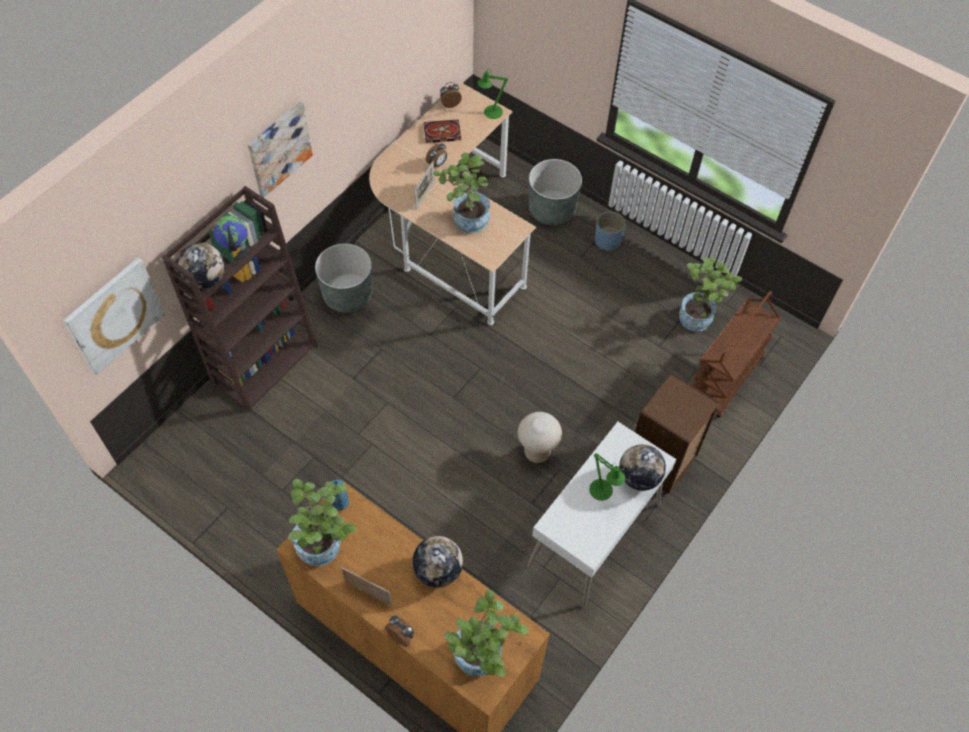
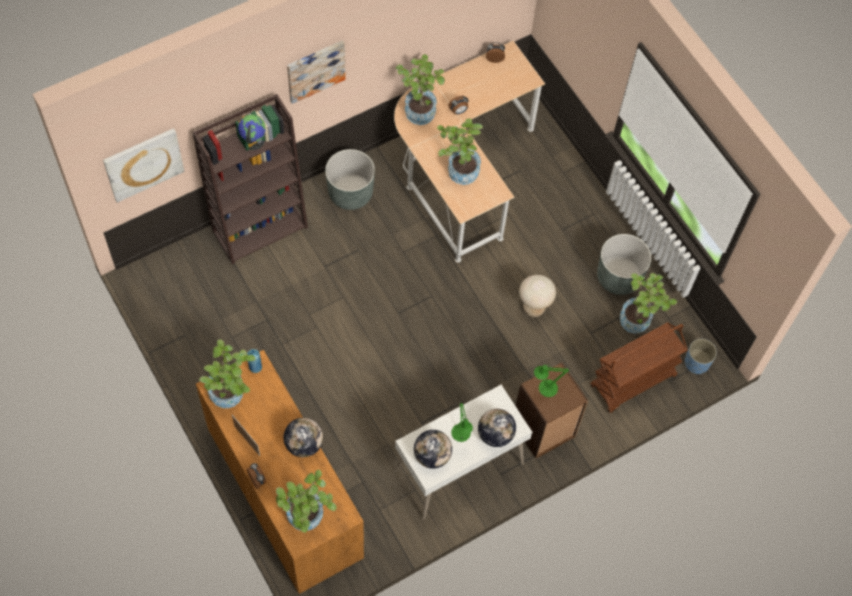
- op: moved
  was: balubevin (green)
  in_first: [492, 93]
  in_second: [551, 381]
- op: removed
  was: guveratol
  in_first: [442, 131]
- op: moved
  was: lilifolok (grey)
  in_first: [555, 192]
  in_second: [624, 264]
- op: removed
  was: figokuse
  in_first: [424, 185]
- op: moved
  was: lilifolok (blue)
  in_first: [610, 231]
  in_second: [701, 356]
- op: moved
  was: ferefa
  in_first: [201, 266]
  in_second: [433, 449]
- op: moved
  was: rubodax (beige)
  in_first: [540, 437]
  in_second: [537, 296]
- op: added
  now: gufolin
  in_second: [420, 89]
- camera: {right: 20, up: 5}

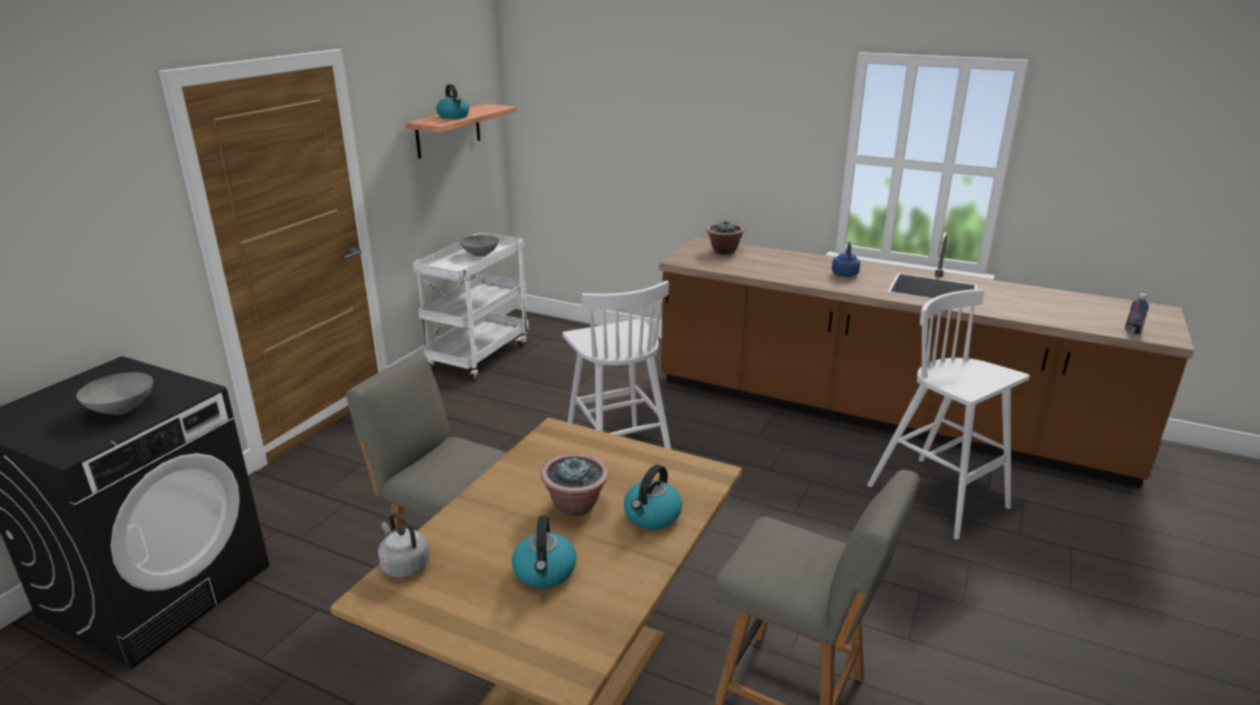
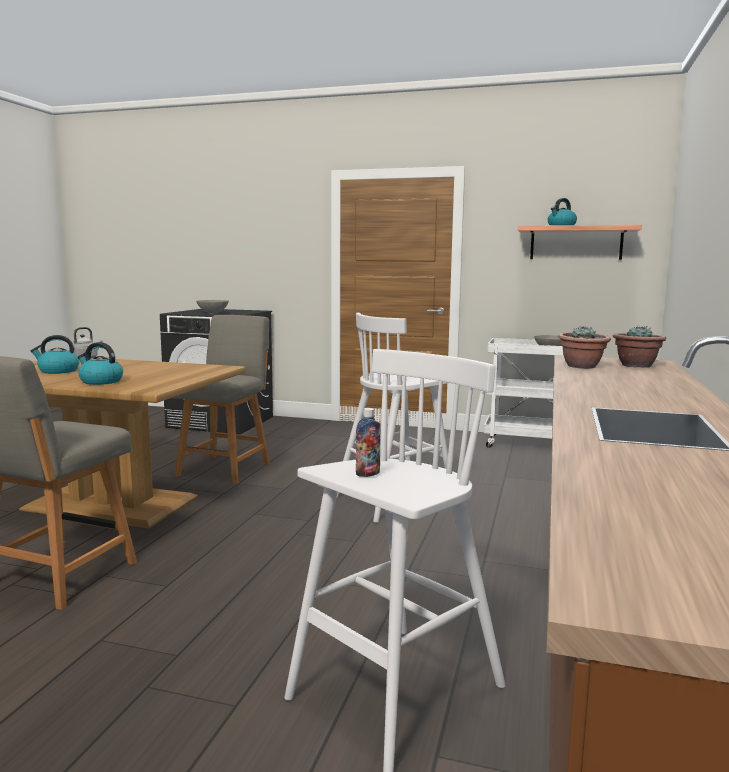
- op: removed
  was: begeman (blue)
  in_first: [846, 259]
- op: moved
  was: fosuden
  in_first: [1137, 313]
  in_second: [368, 442]
- op: moved
  was: gufolin
  in_first: [575, 485]
  in_second: [584, 347]
- camera: {right: 80, up: -15}

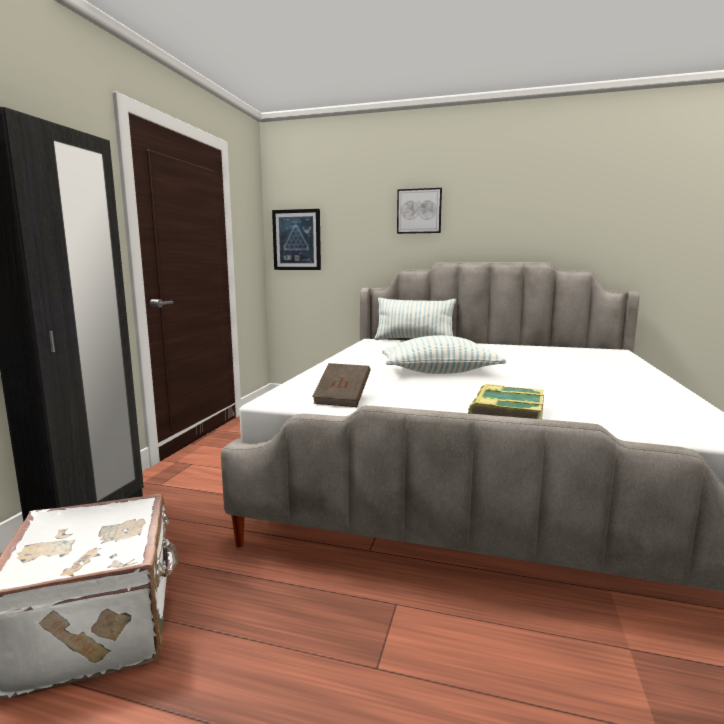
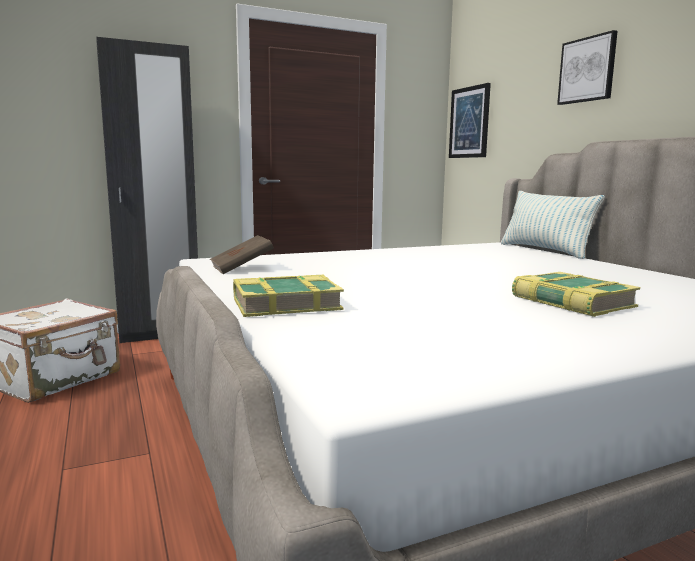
- op: removed
  was: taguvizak
  in_first: [444, 354]
- op: added
  now: guveratol
  in_second: [576, 294]
- camera: {right: 50, up: 0}

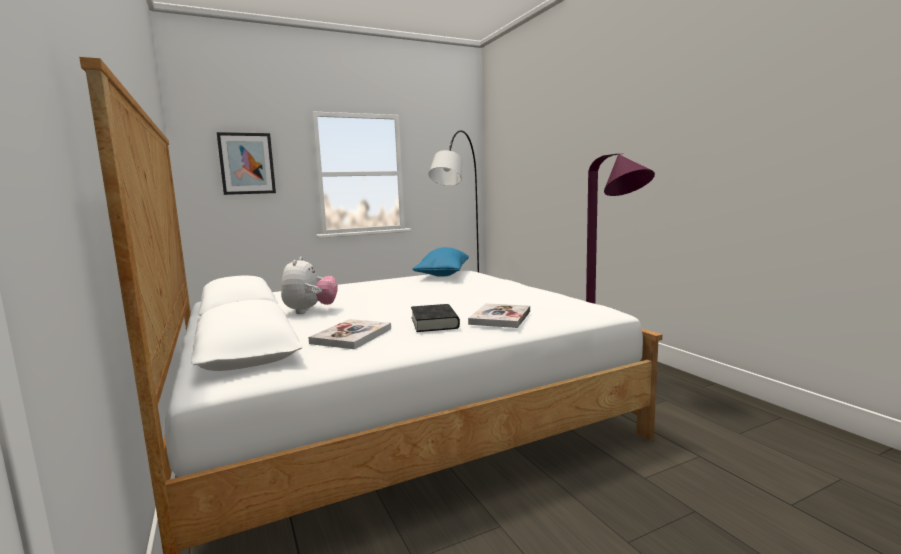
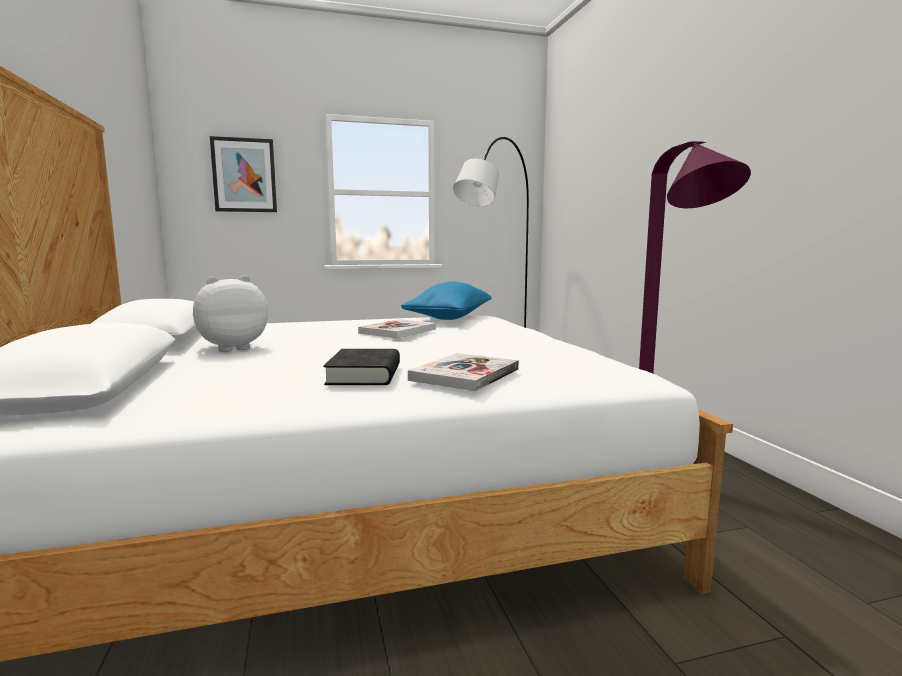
- op: turned
  was: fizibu
  in_first: [309, 285]
  in_second: [230, 313]
  clockwise: -135
- op: moved
  was: guveratol
  in_first: [349, 334]
  in_second: [397, 328]
- camera: {right: 10, up: 0}

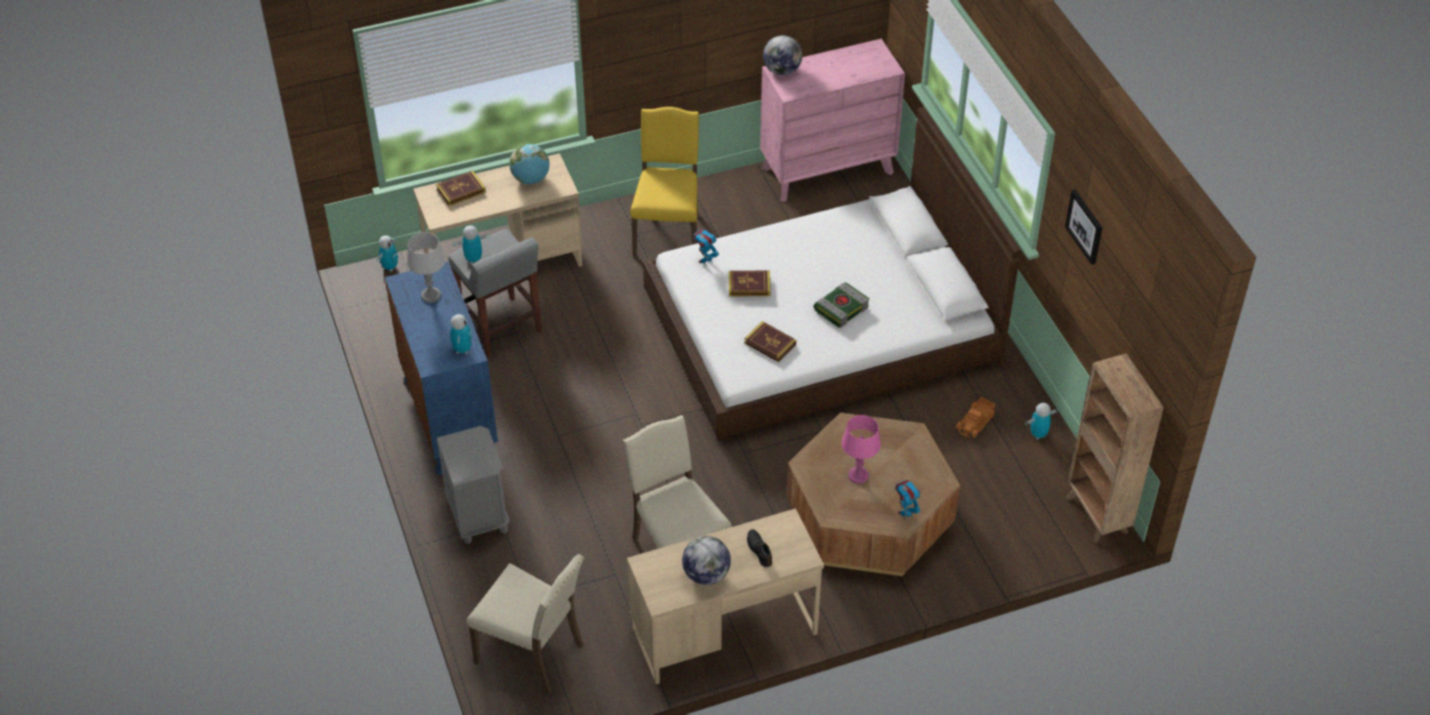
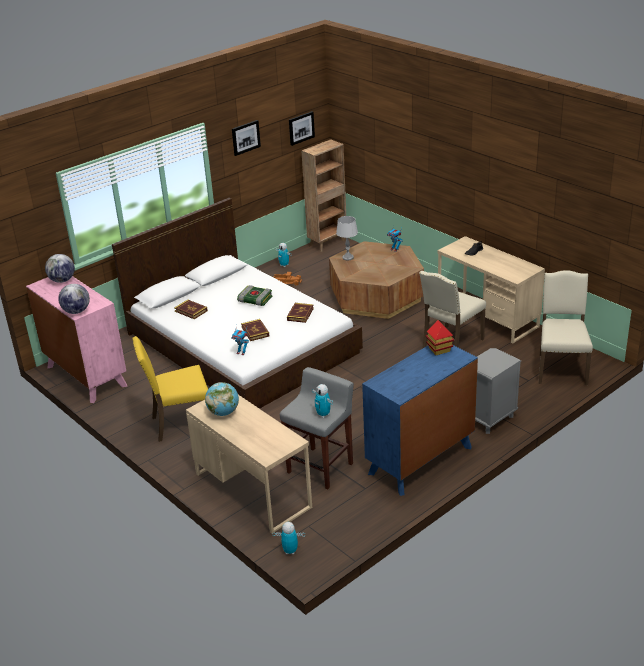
- op: moved
  was: guveratol
  in_first: [461, 188]
  in_second: [191, 309]
- op: moved
  was: balubevin (grey)
  in_first: [426, 267]
  in_second: [347, 238]
- op: replaced
  was: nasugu
  now: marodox
  in_first: [461, 334]
  in_second: [440, 337]
- op: removed
  was: balubevin (pink)
  in_first: [861, 449]
- op: moved
  was: ferefa
  in_first: [706, 560]
  in_second: [60, 268]
- op: added
  now: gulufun
  in_second: [302, 128]
- camera: {right: -110, up: -15}

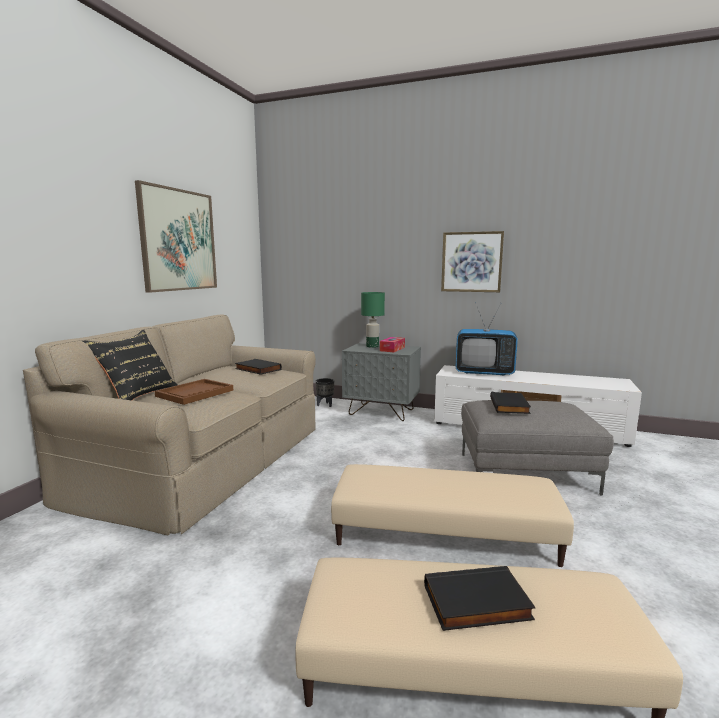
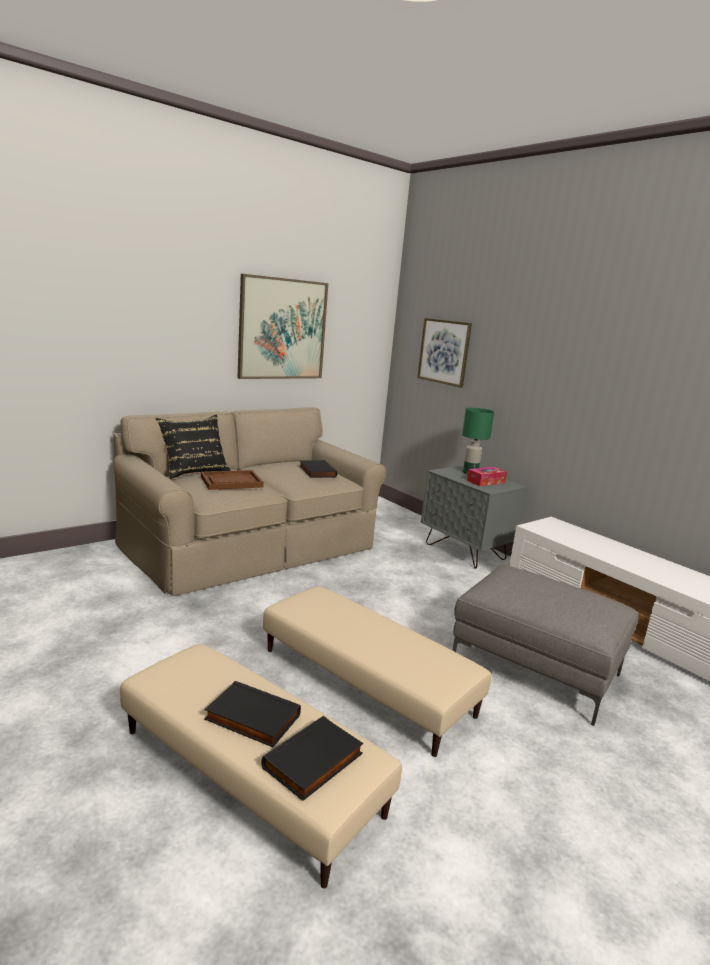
- op: moved
  was: gulufun
  in_first: [472, 261]
  in_second: [444, 353]
- op: removed
  was: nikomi
  in_first: [487, 339]
- op: removed
  was: lilifolok (black)
  in_first: [325, 392]
- op: moved
  was: guveratol (black)
  in_first: [510, 403]
  in_second: [312, 758]
- camera: {right: 30, up: 5}

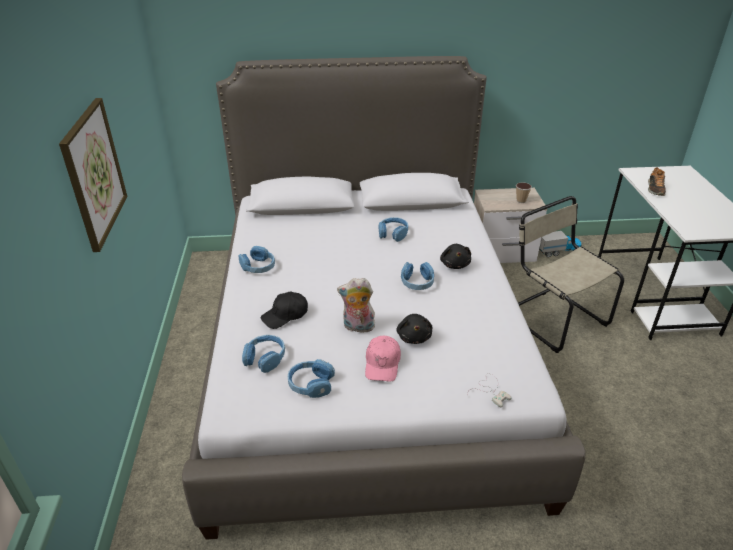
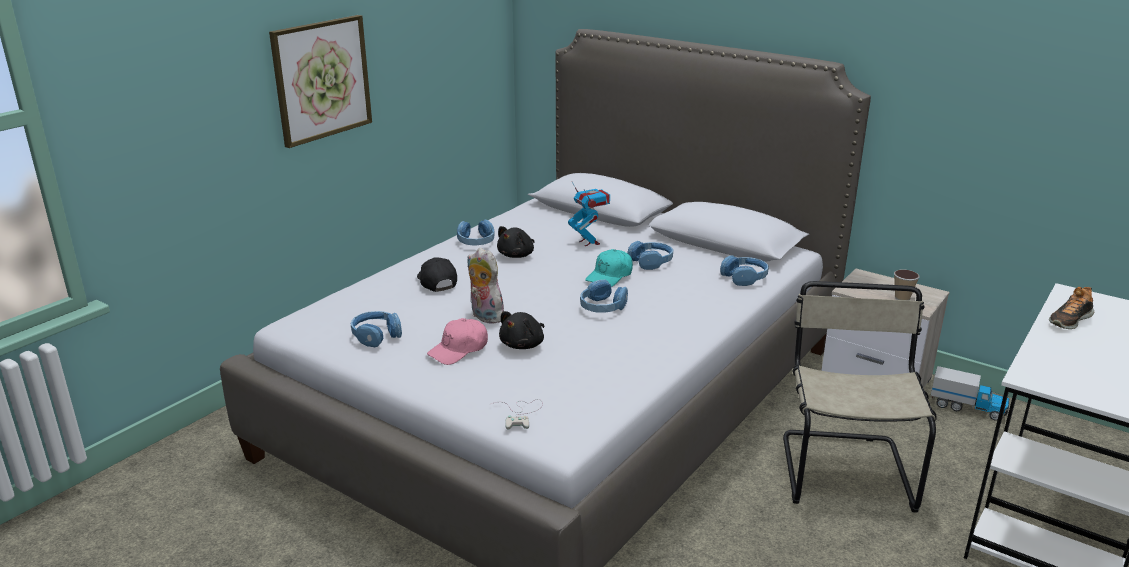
- op: moved
  was: fizibu (black)
  in_first: [455, 256]
  in_second: [516, 242]
- op: turned
  was: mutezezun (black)
  in_first: [284, 310]
  in_second: [437, 274]
  clockwise: 60
- op: moved
  was: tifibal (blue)
  in_first: [263, 354]
  in_second: [744, 270]
- op: added
  now: nasugu
  in_second: [589, 214]
- op: added
  now: mutezezun (turquoise)
  in_second: [609, 268]
- camera: {right: 40, up: -10}

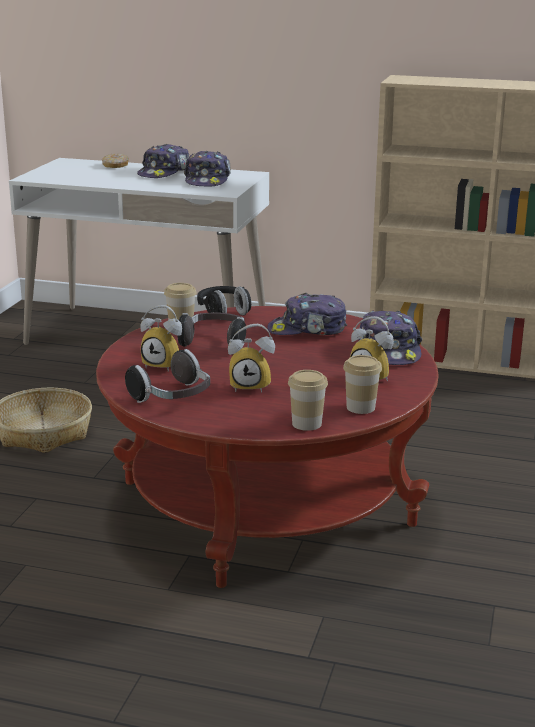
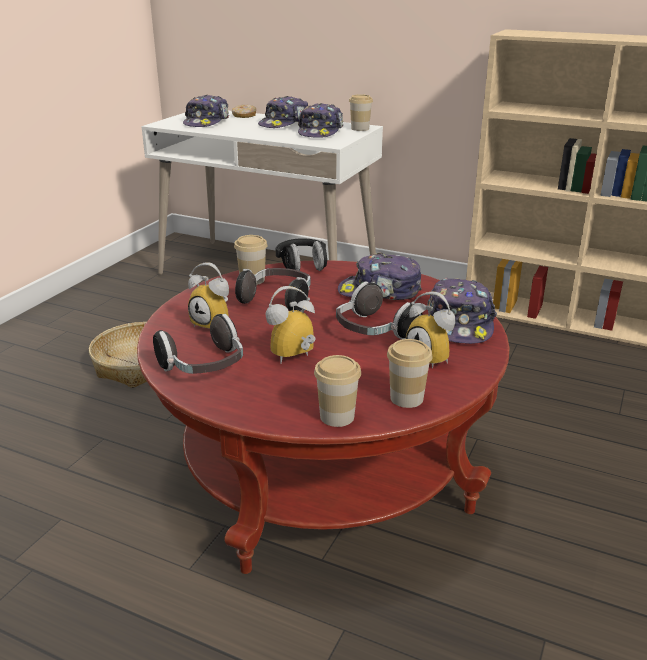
- op: turned
  was: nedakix
  in_first: [251, 358]
  in_second: [290, 325]
  clockwise: 135
- op: added
  now: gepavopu
  in_second: [361, 112]
- op: added
  now: mutezezun
  in_second: [206, 111]
- op: added
  now: tifibal
  in_second: [379, 310]
- camera: {right: 10, up: 5}

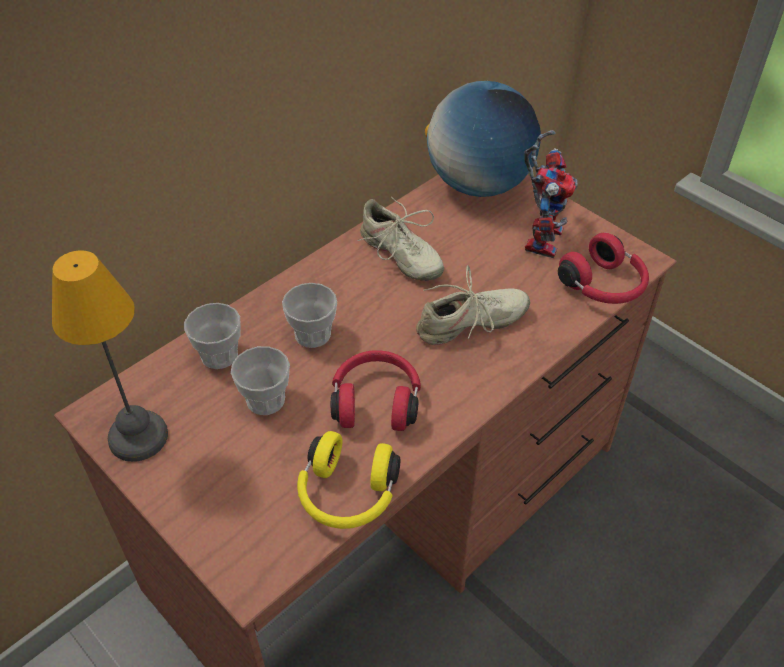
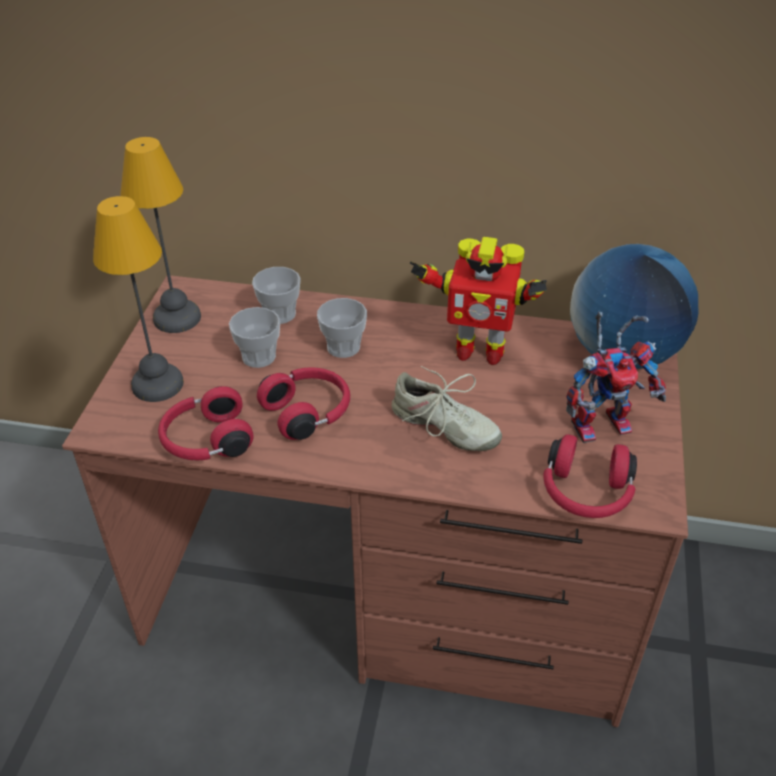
- op: replaced
  was: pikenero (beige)
  now: nasugu
  in_first: [400, 239]
  in_second: [478, 301]
- op: recoloured
  was: tifibal (yellow)
  now: tifibal (red)
  in_first: [349, 480]
  in_second: [205, 423]
- op: added
  now: balubevin
  in_second: [138, 299]
- camera: {right: 55, up: -5}

